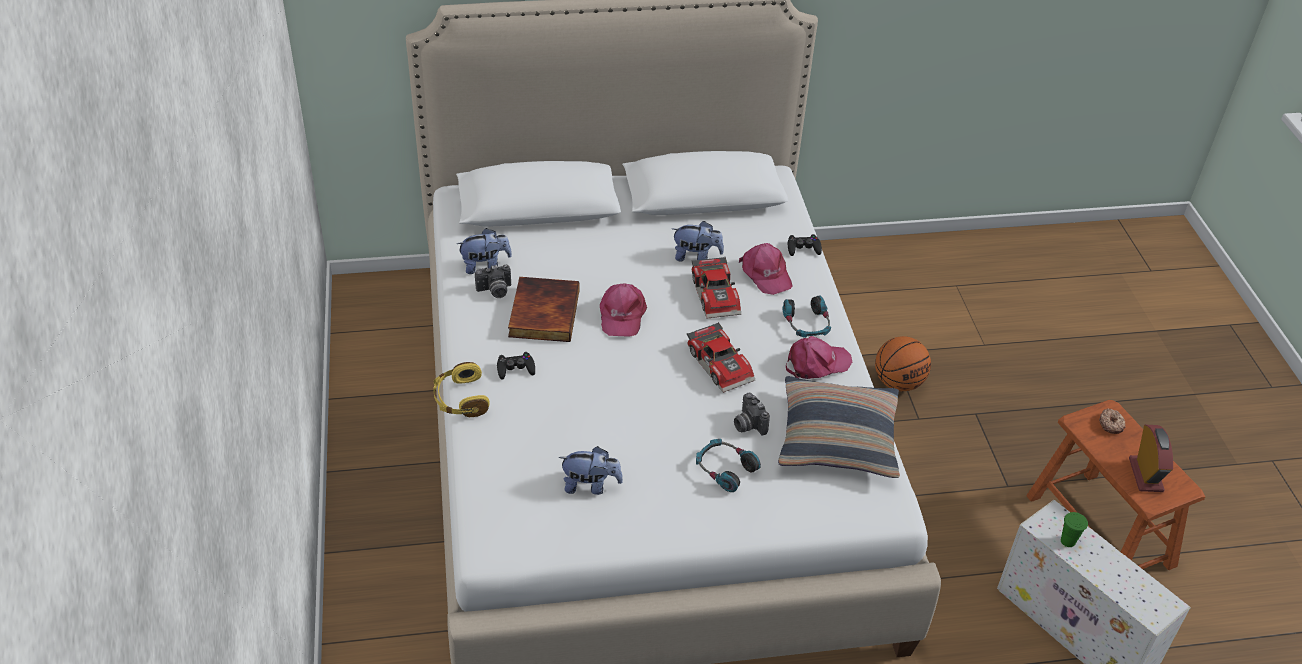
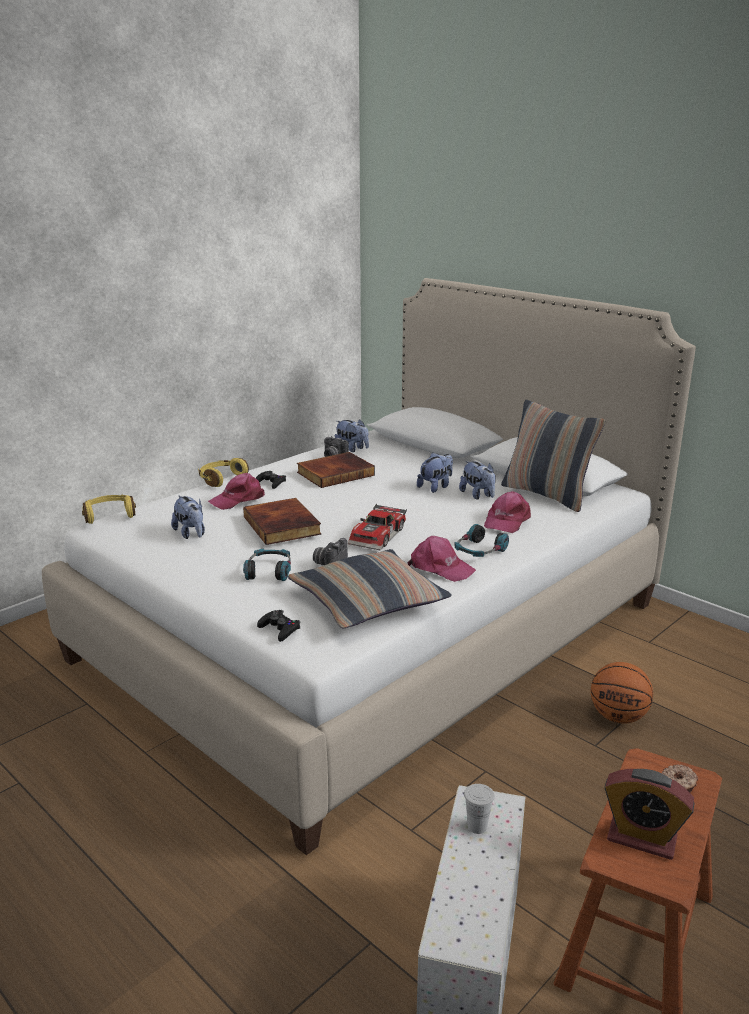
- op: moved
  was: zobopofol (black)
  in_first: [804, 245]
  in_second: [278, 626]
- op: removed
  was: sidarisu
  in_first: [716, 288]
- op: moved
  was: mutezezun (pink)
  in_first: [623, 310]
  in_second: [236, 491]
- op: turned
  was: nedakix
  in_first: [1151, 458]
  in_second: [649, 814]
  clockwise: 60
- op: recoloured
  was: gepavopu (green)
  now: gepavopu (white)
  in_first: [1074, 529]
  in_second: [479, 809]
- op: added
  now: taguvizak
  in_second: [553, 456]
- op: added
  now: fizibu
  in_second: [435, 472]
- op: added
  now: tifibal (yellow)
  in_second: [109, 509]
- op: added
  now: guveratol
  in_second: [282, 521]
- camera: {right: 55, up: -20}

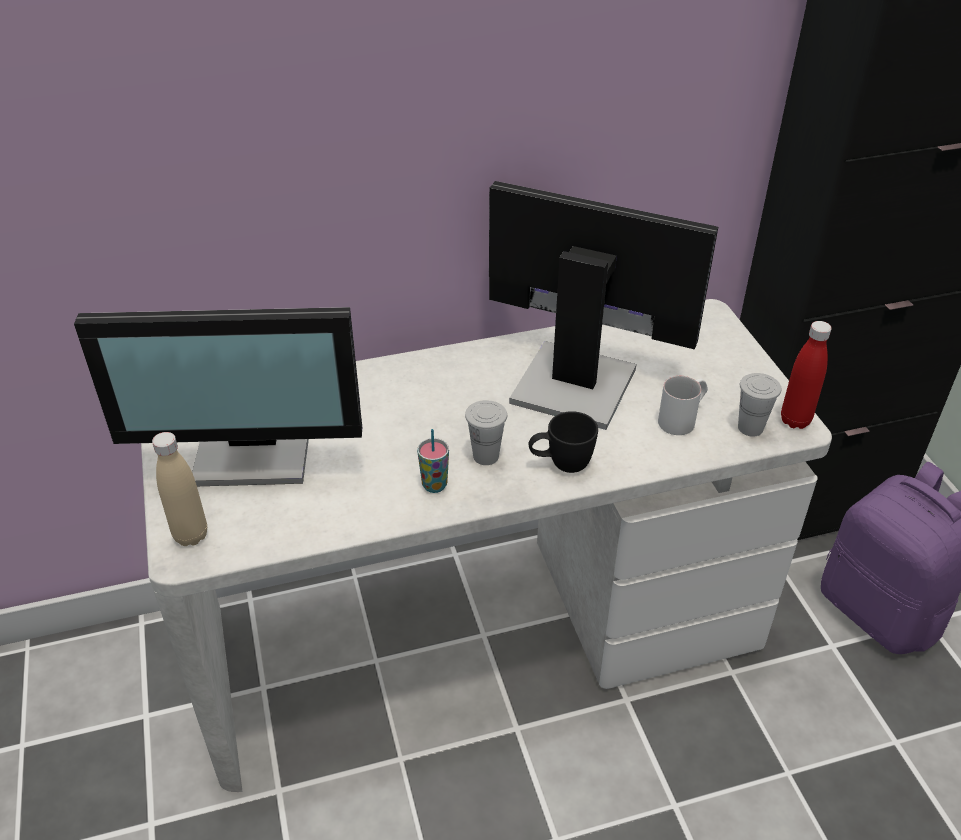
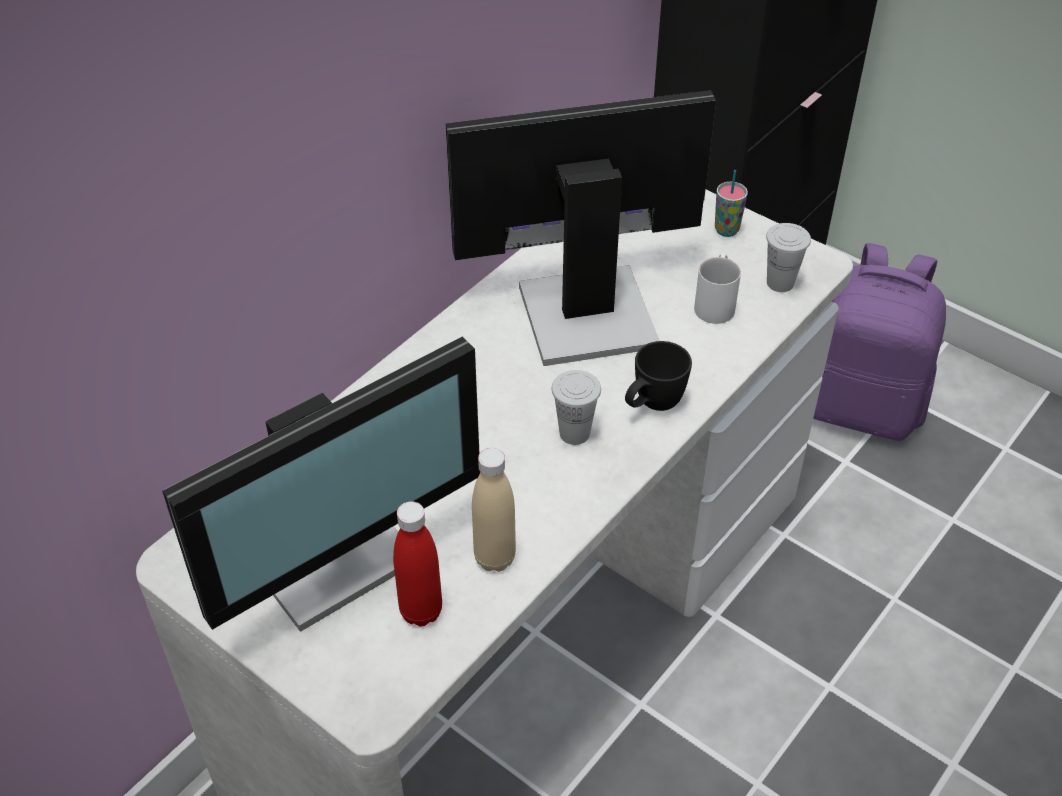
- op: moved
  was: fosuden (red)
  in_first: [806, 375]
  in_second: [417, 563]
- op: moved
  was: gepavopu
  in_first: [433, 461]
  in_second: [731, 203]
- op: moved
  was: fosuden (beige)
  in_first: [179, 489]
  in_second: [494, 510]
- camera: {right: -35, up: 5}

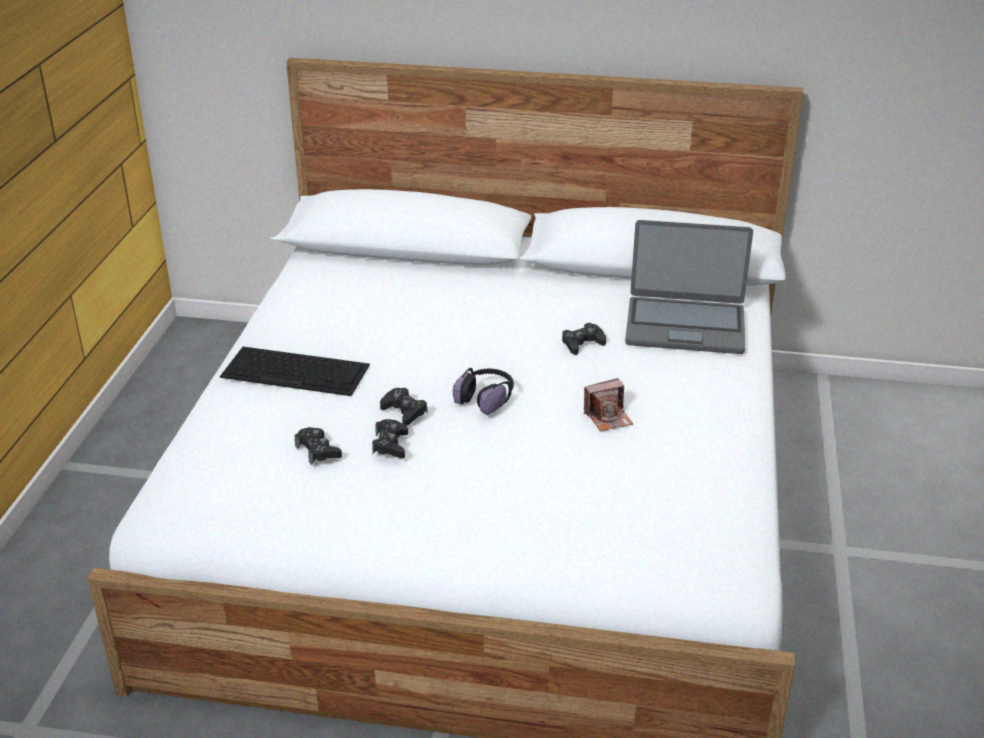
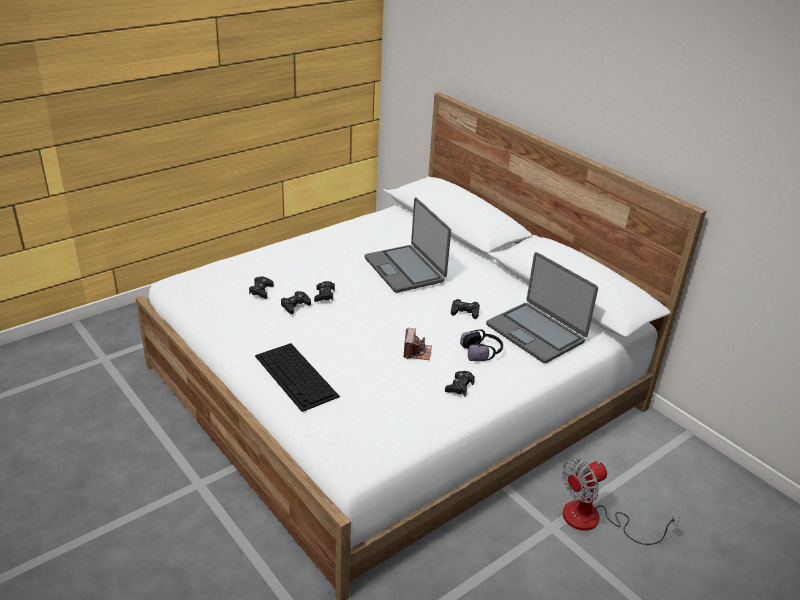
- op: moved
  was: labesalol
  in_first: [295, 371]
  in_second: [297, 377]
- op: moved
  was: tifibal
  in_first: [483, 391]
  in_second: [481, 345]
- op: turned
  was: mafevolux
  in_first: [608, 404]
  in_second: [418, 344]
  clockwise: -105
- op: added
  now: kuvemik
  in_second: [407, 245]
- op: added
  now: zobopofol (black)
  in_second: [460, 383]
- op: added
  now: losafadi
  in_second: [621, 501]
- camera: {right: 40, up: 0}

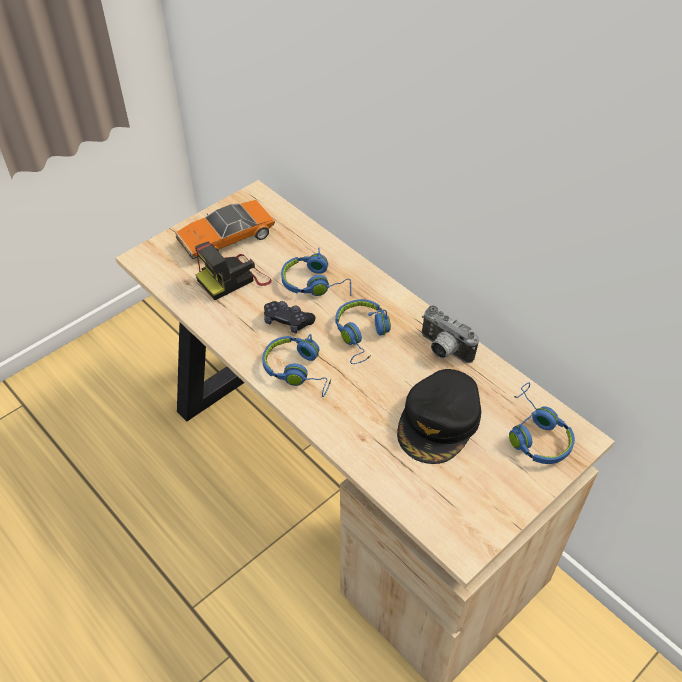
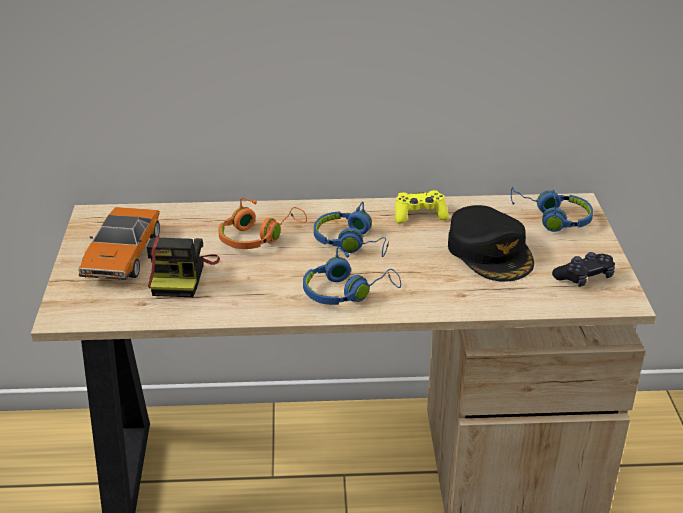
- op: recoloured
  was: tifibal (blue)
  now: tifibal (orange)
  in_first: [316, 272]
  in_second: [262, 223]
- op: moved
  was: zobopofol (black)
  in_first: [290, 317]
  in_second: [583, 269]
- op: replaced
  was: mafevolux
  now: zobopofol (yellow)
  in_first: [450, 334]
  in_second: [422, 207]
- camera: {right: -50, up: -15}

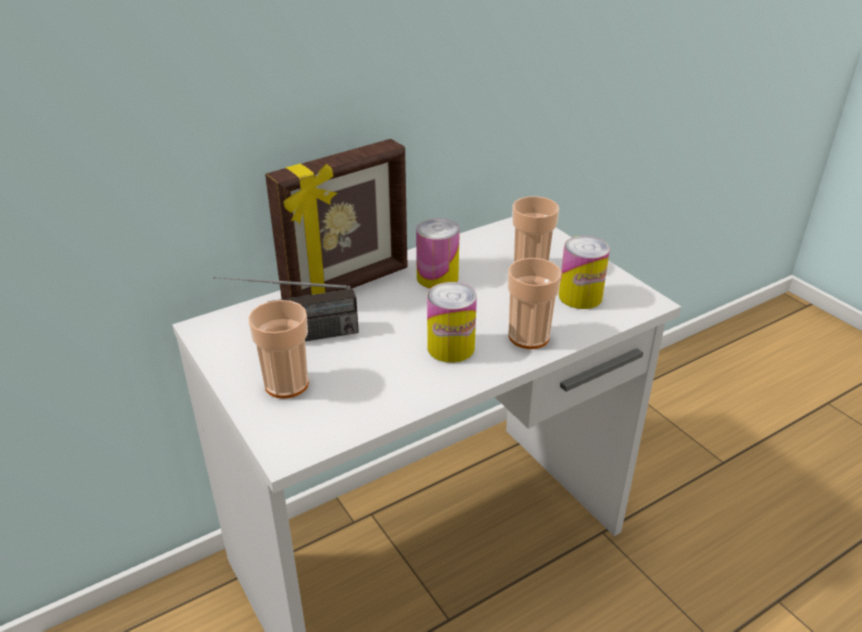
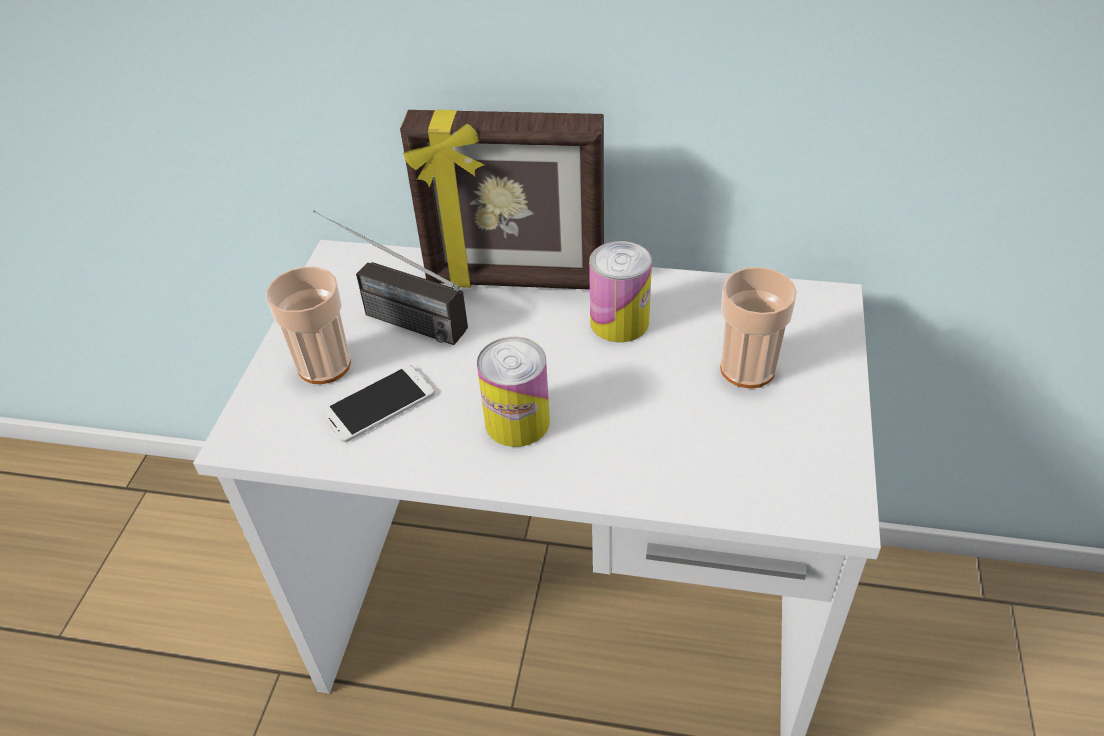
- op: removed
  was: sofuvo
  in_first: [584, 272]
- op: removed
  was: gepavopu
  in_first: [534, 303]
- op: added
  now: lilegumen
  in_second: [378, 403]
- camera: {right: 45, up: 10}

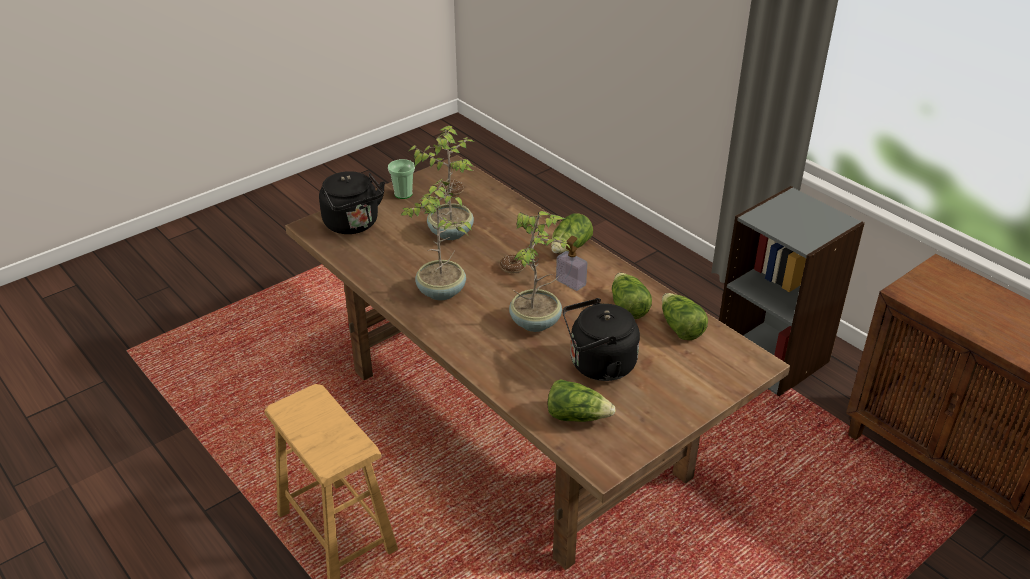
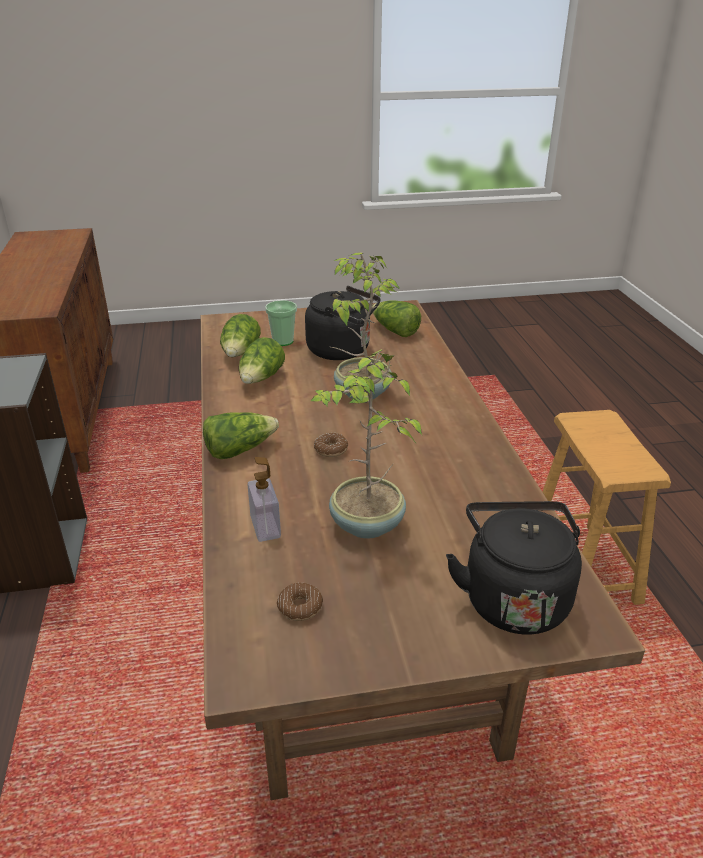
- op: moved
  was: gepavopu
  in_first: [401, 179]
  in_second: [281, 323]
- op: removed
  was: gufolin
  in_first: [436, 240]
- op: moved
  was: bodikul
  in_first: [571, 263]
  in_second: [264, 499]
- camera: {right: -150, up: -5}

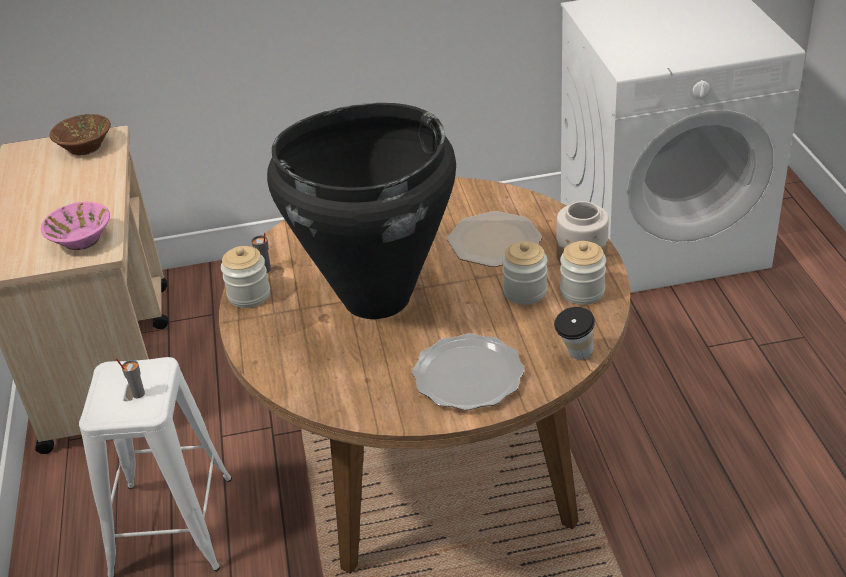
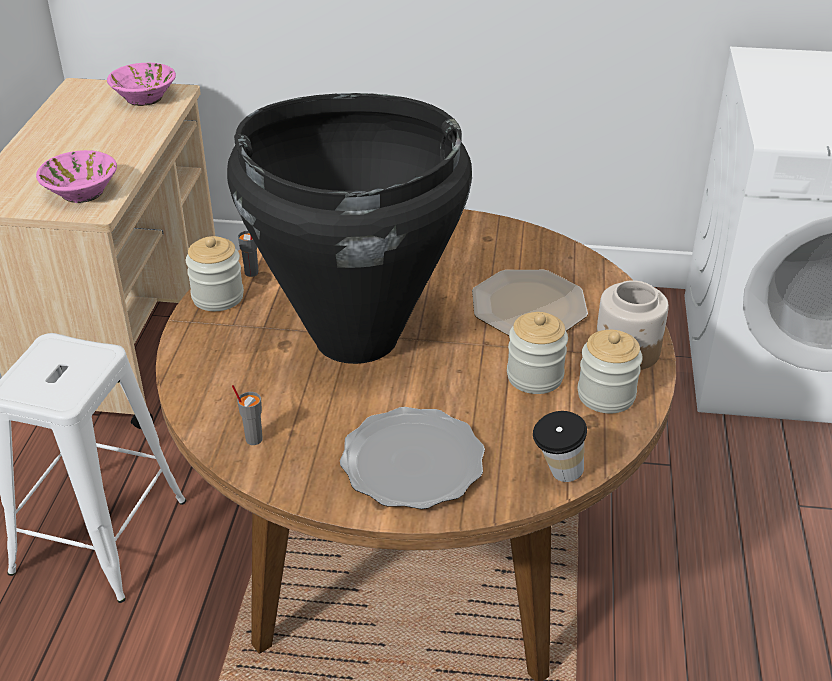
- op: recoloured
  was: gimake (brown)
  now: gimake (pink)
  in_first: [80, 134]
  in_second: [141, 84]
- op: moved
  was: gepavopu (grey)
  in_first: [130, 378]
  in_second: [247, 415]
- camera: {right: 15, up: 0}

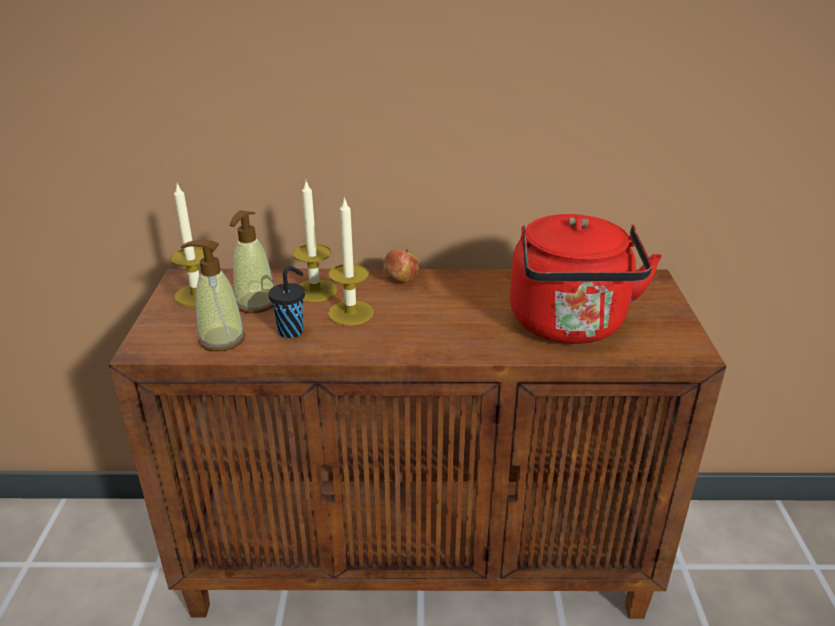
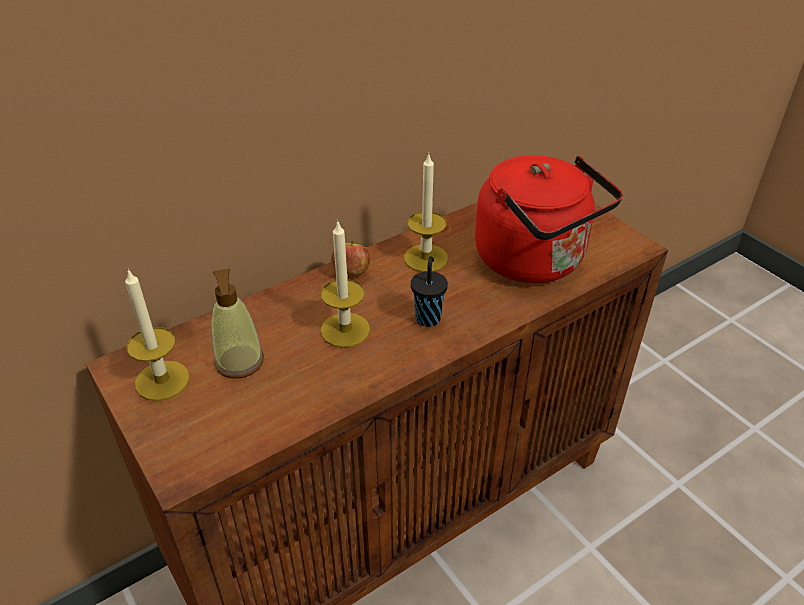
- op: moved
  was: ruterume
  in_first: [315, 241]
  in_second: [426, 213]
- op: removed
  was: bodikul
  in_first: [213, 295]
- op: moved
  was: gepavopu (black)
  in_first: [286, 302]
  in_second: [429, 291]
- camera: {right: -35, up: 10}

